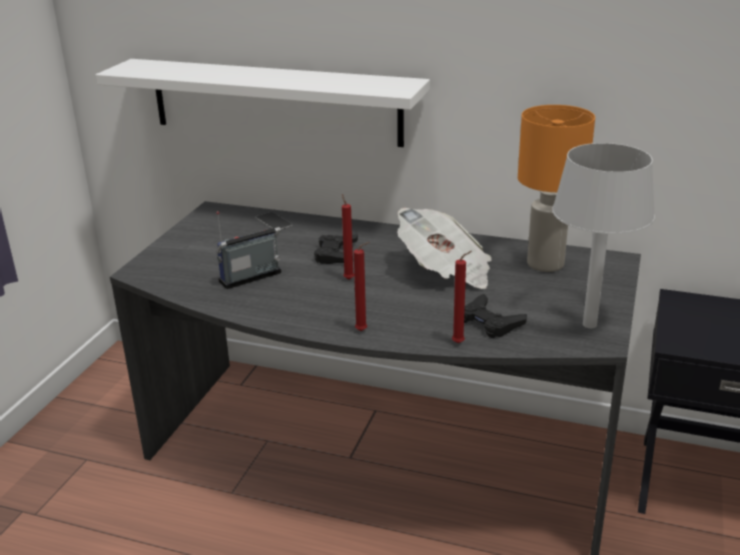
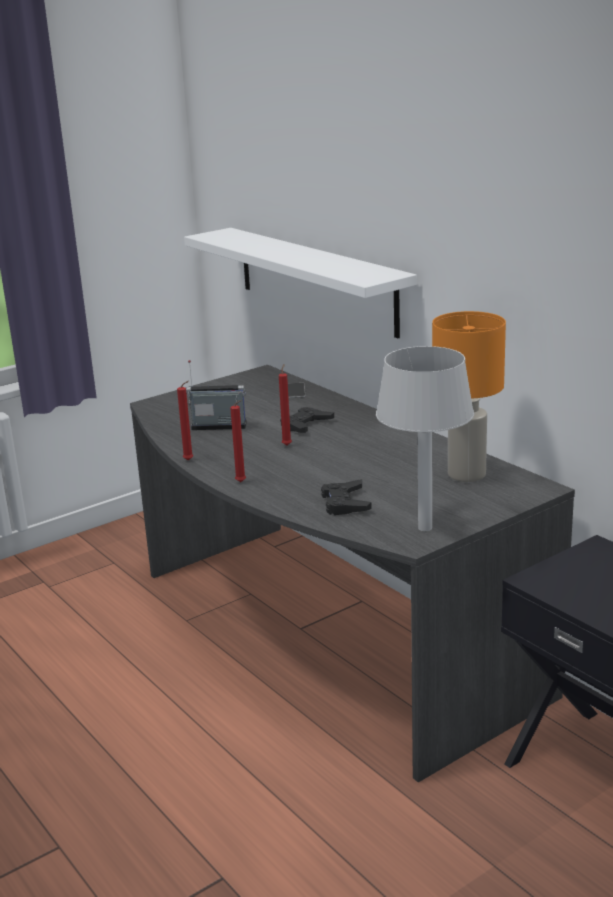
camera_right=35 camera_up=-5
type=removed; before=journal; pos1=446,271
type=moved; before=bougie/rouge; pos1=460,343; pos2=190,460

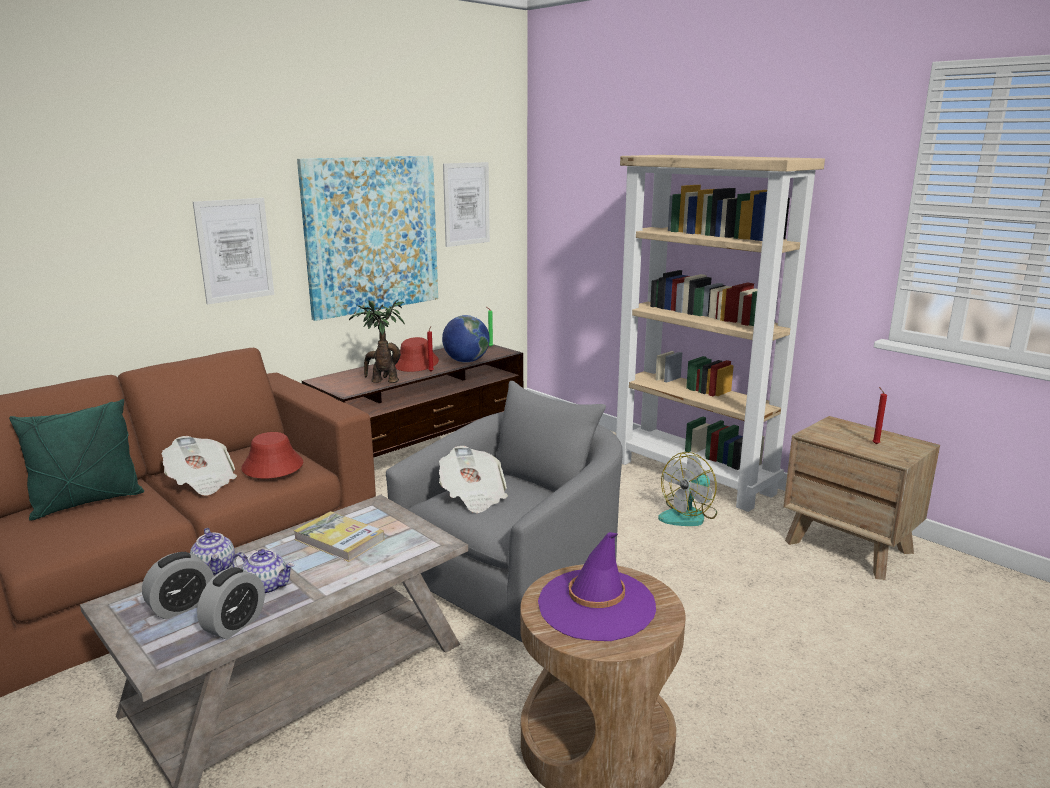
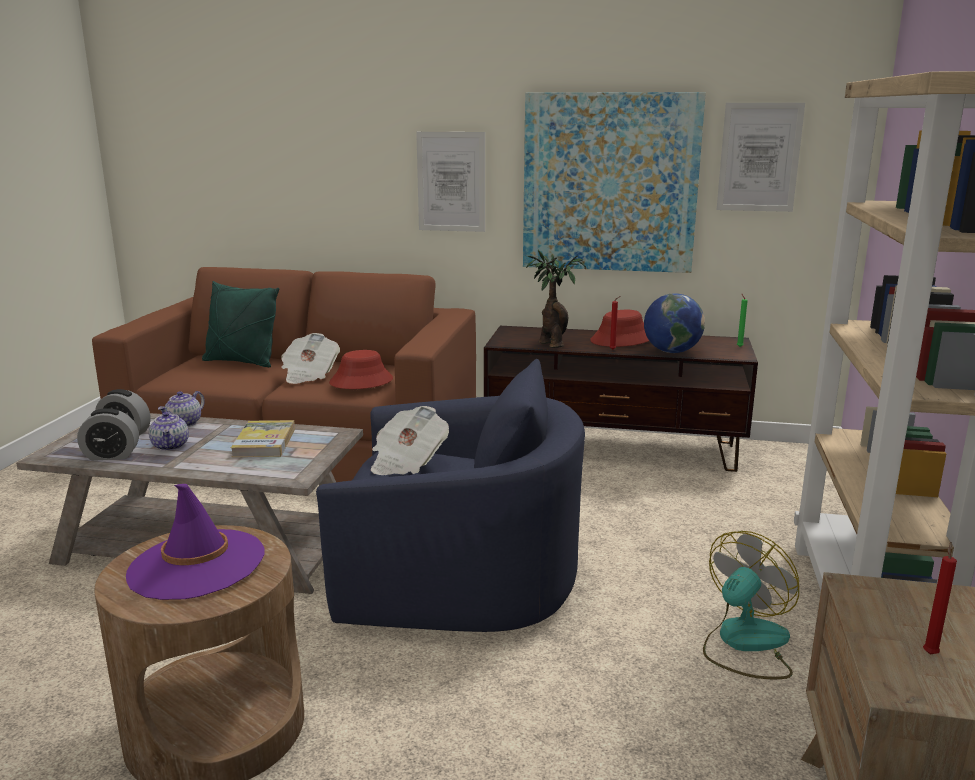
camera_right=55 camera_up=0
type=recoloured; before=fauteuil/gris; after=fauteuil/bleu; pos1=517,574; pos2=458,578
type=turned; before=ventilateur; pos1=689,515; pos2=744,644; turn=120

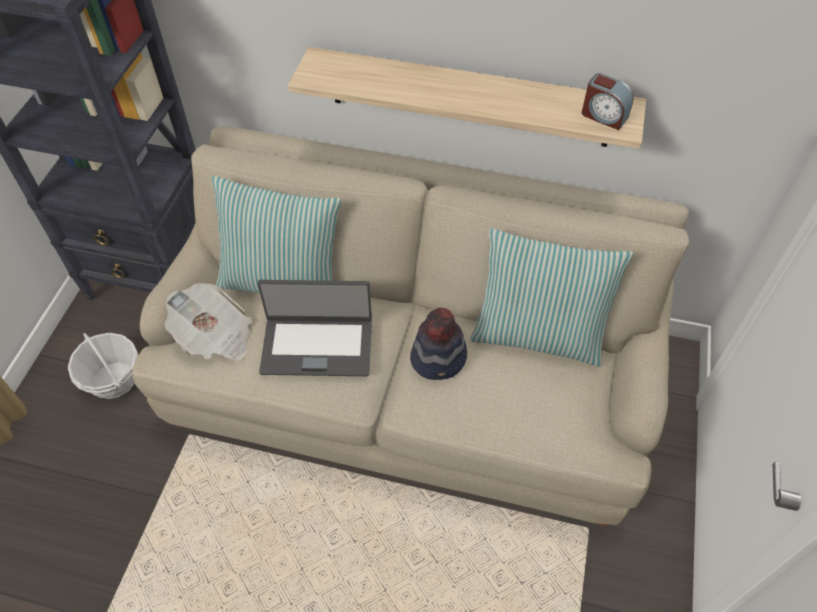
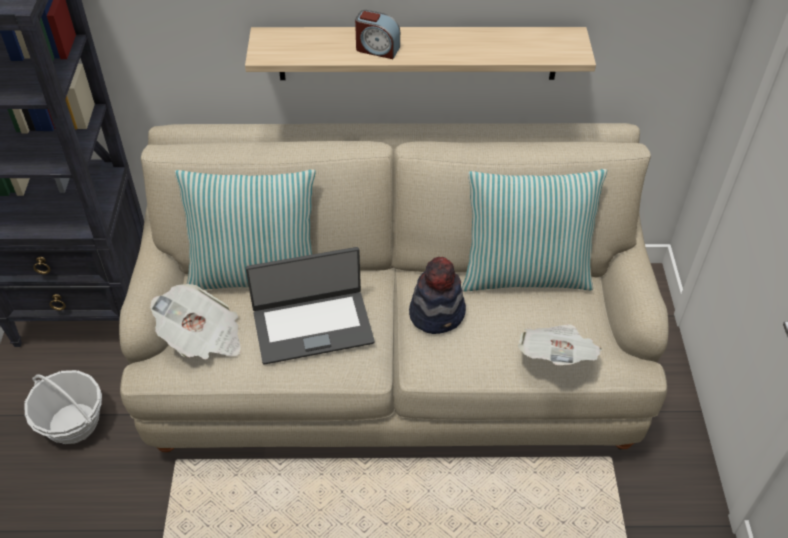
camera_right=-15 camera_up=-5
type=moved; before=réveil; pos1=603,116; pos2=377,49
type=added; after=journal; pos2=556,357

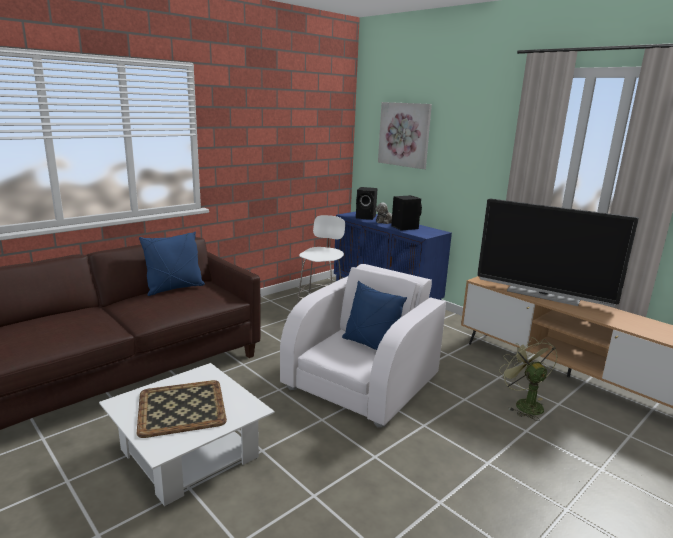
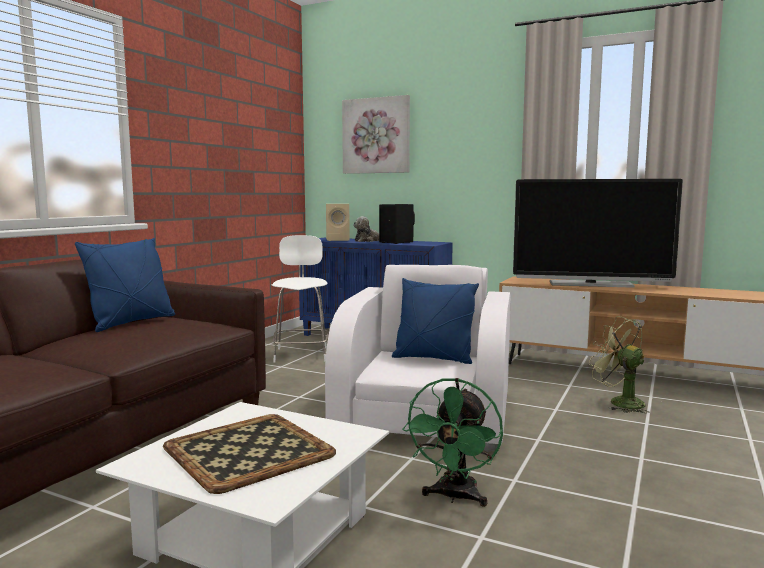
camera_right=-20 camera_up=-10
type=recoloured; before=enceinte/noir; after=enceinte/beige; pos1=366,217; pos2=338,240
type=added; after=ventilateur/vert; pos2=455,497

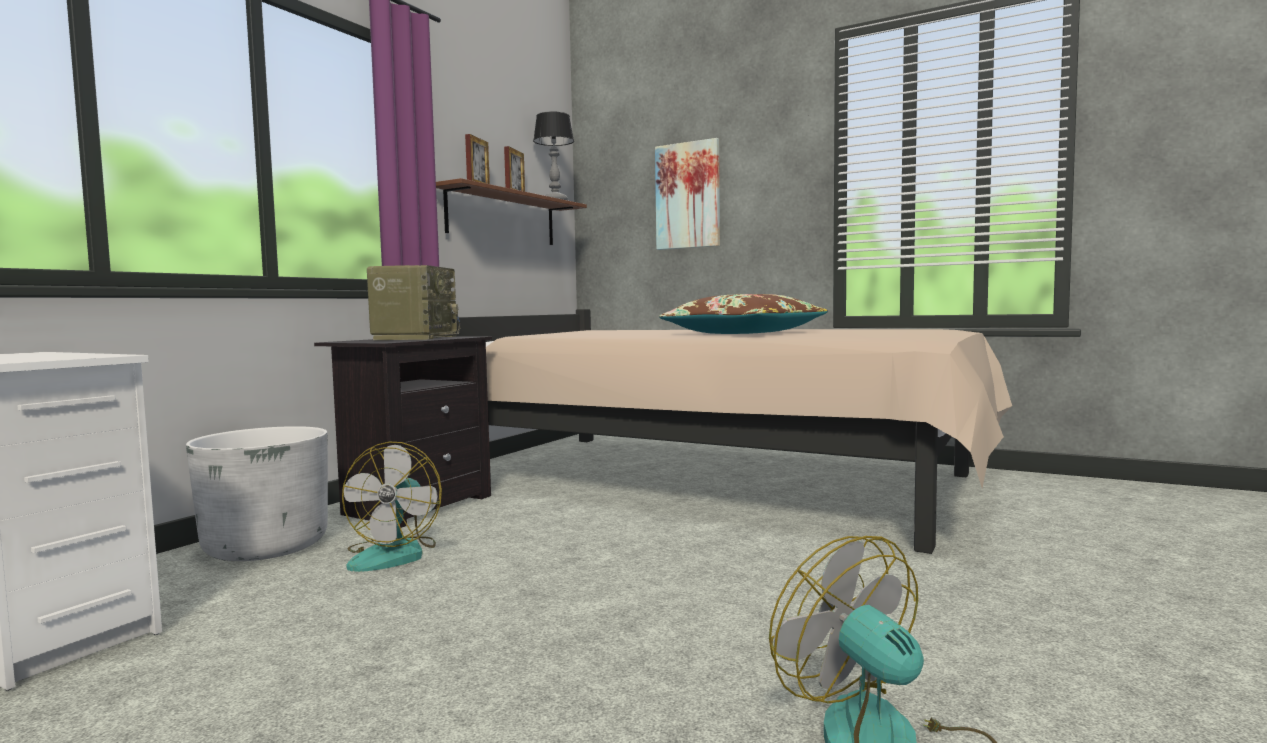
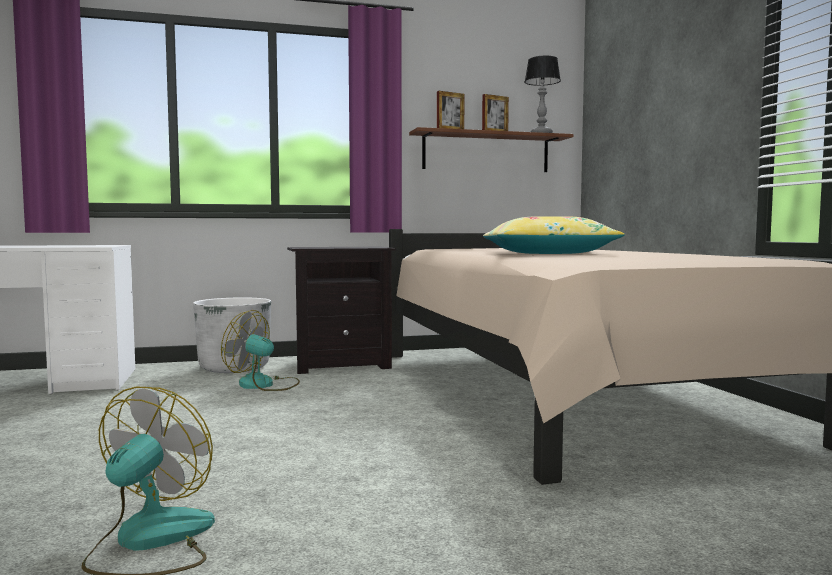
camera_right=45 camera_up=0
type=removed; before=tableau; pos1=688,196
type=removed; before=radio; pos1=415,338
type=recoloured; before=coussin/marron; after=coussin/jaune; pos1=743,333; pos2=547,253
type=turned; before=ventilateur; pos1=395,554; pos2=264,385; turn=60

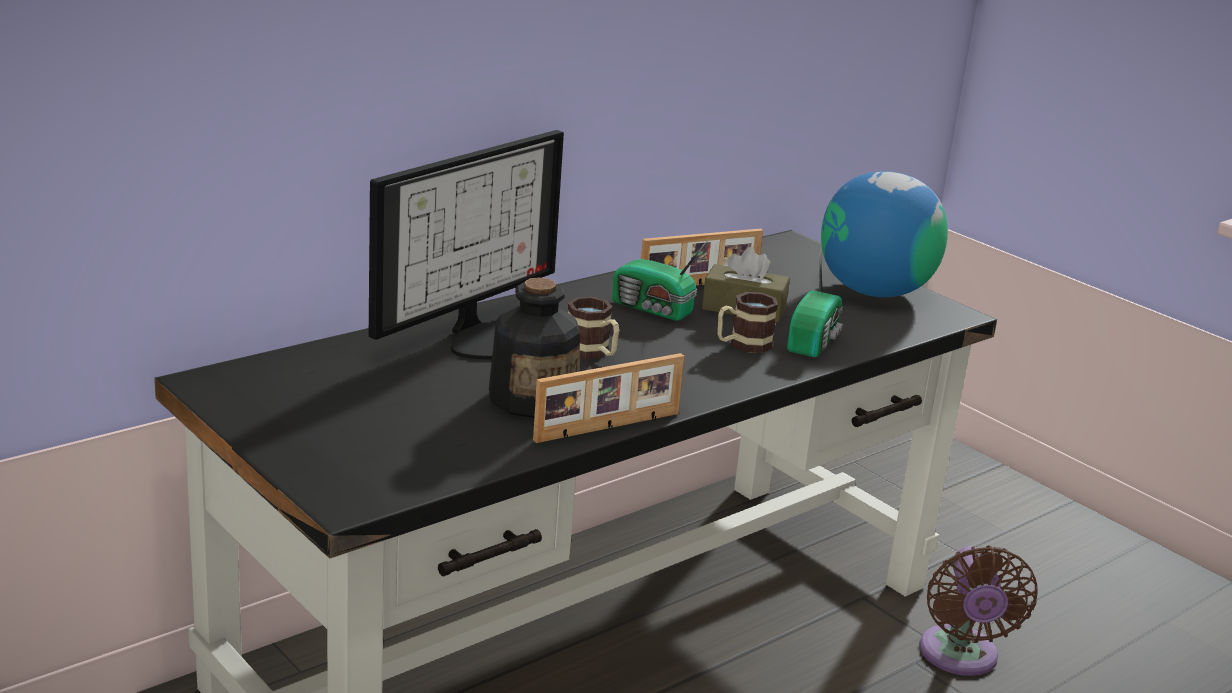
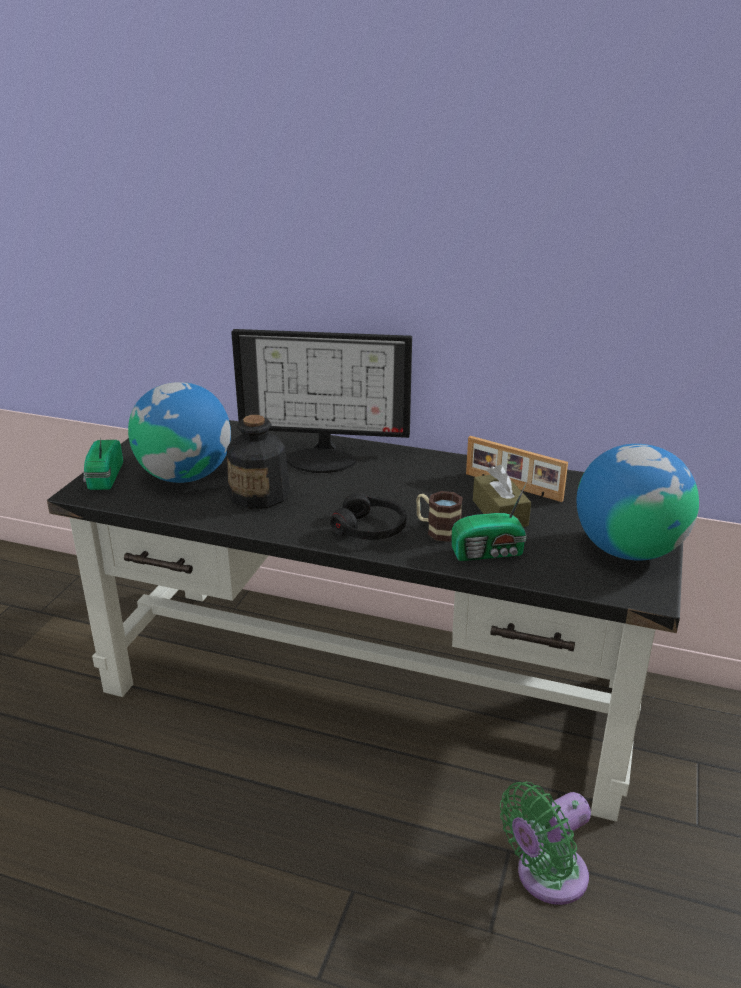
camera_right=60 camera_up=5
type=moved; before=radio; pos1=653,309; pos2=104,477
type=removed; before=mug; pos1=593,354
type=removed; before=cadre photo; pos1=608,428
type=recoloured; before=ventilateur/marron; after=ventilateur/vert; pos1=960,657; pos2=546,877
type=added; after=globe; pos2=185,475
type=added; after=casque audio/noir; pos2=370,528

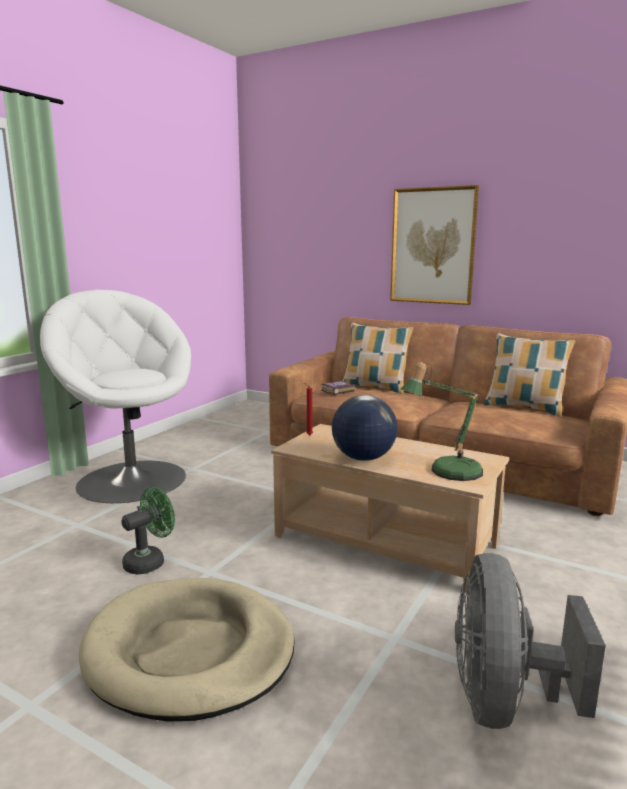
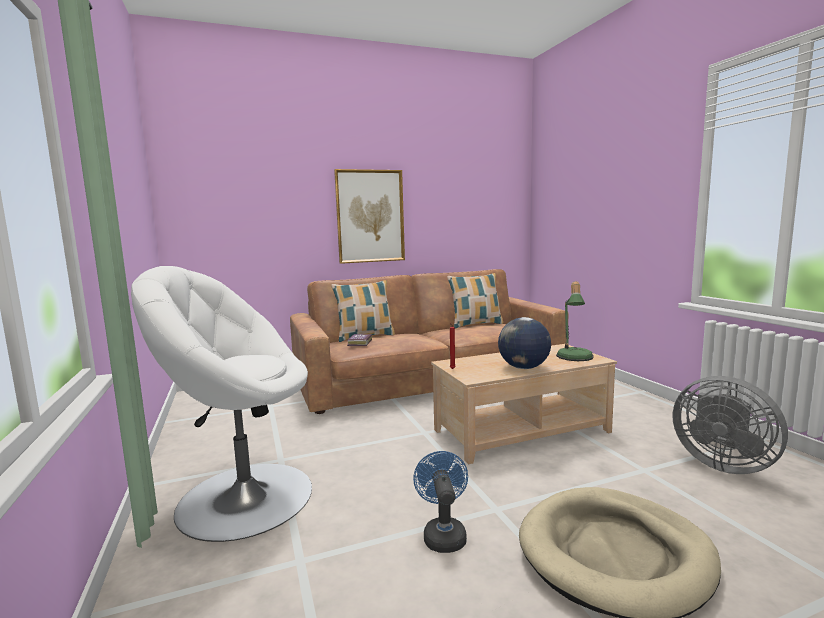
camera_right=-50 camera_up=-5
type=recoloured; before=ventilateur/vert; after=ventilateur/bleu; pos1=150,561; pos2=443,534

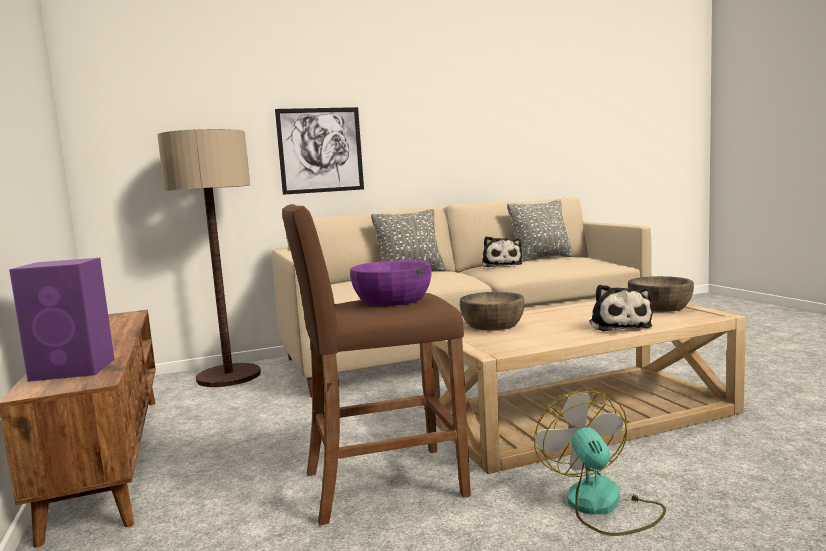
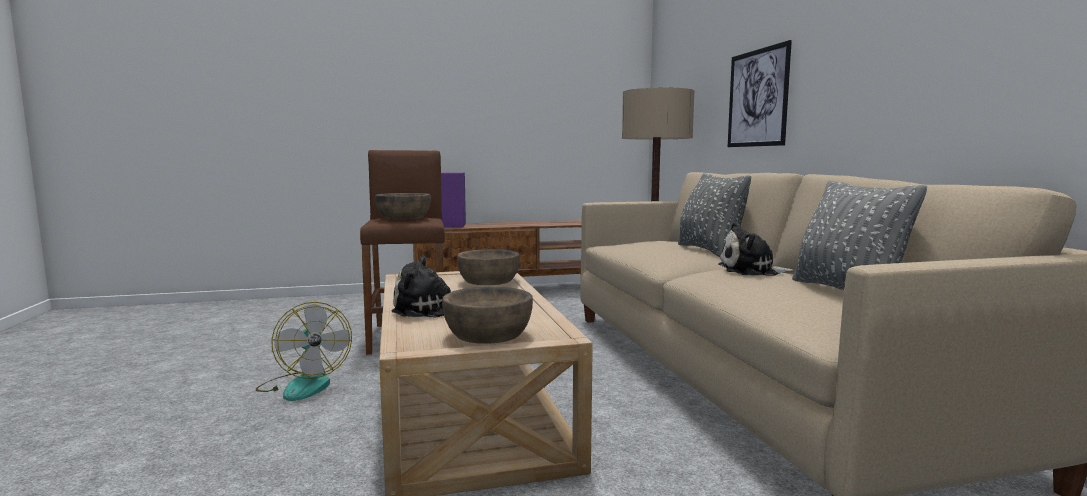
camera_right=95 camera_up=0
type=recoloured; before=bol/violet; after=bol/marron; pos1=393,300; pos2=403,217
type=turned; before=ventilateur; pos1=602,506; pos2=304,385; turn=60

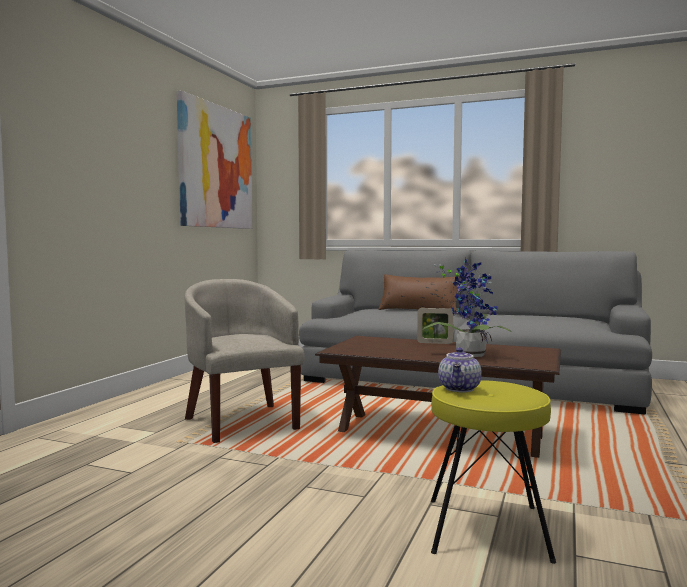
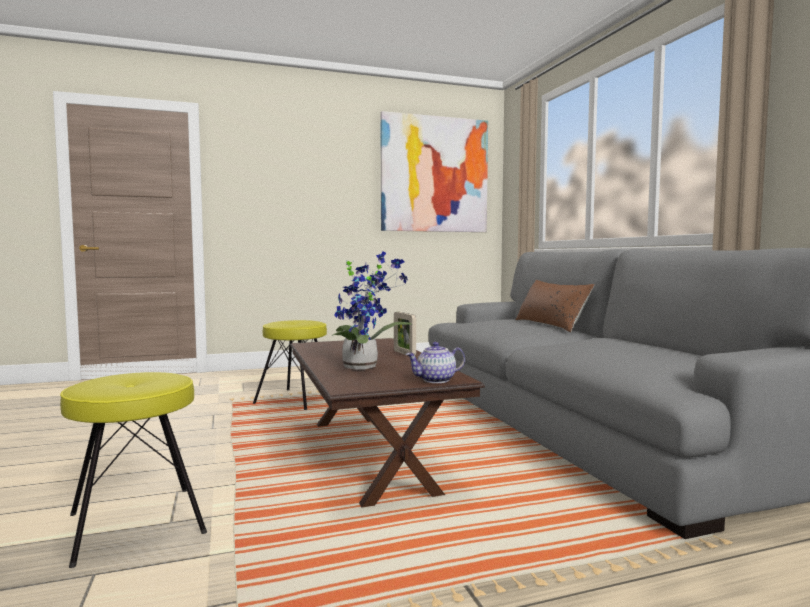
camera_right=50 camera_up=0
type=replaced; before=fauteuil/beige; after=tabouret/jaune; pos1=241,421; pos2=296,399
type=moved; before=théière; pos1=460,389; pos2=436,380

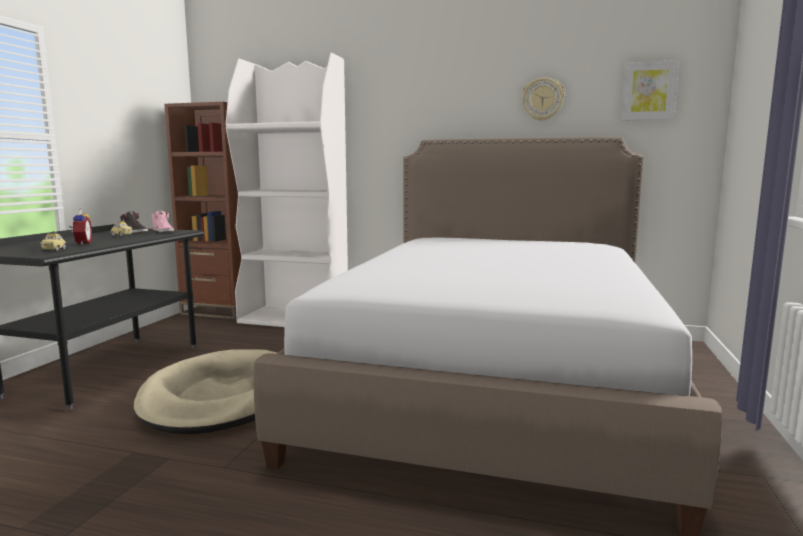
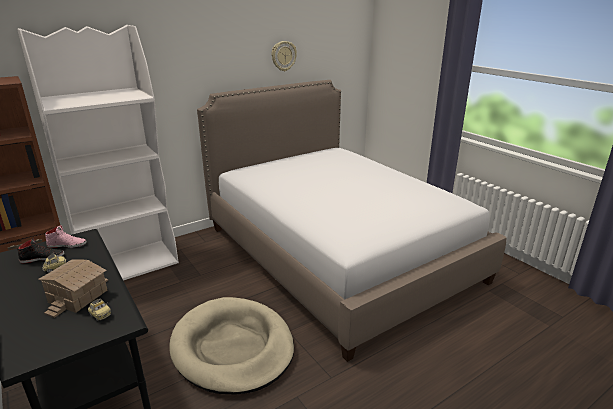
camera_right=-50 camera_up=15
type=removed; before=tableau; pos1=648,91
type=replaced; before=réveil; after=maison miniature; pos1=81,243; pos2=77,296

